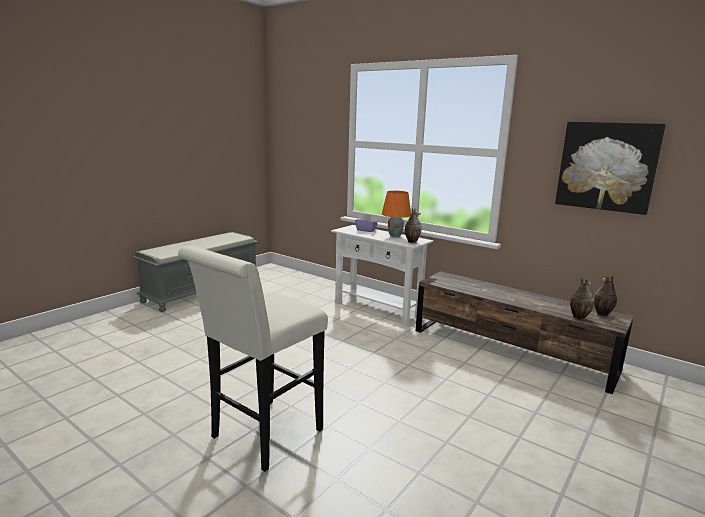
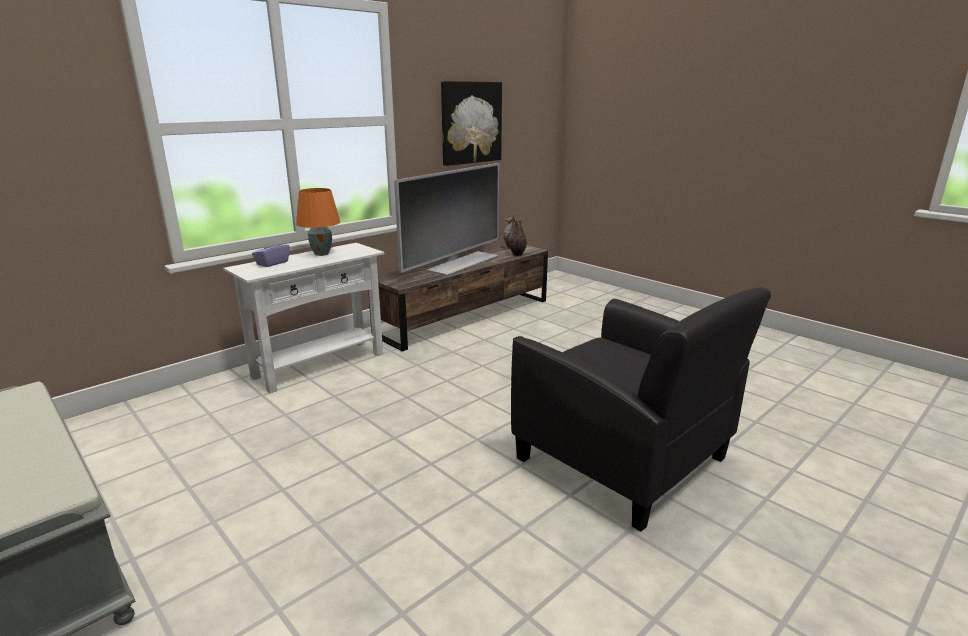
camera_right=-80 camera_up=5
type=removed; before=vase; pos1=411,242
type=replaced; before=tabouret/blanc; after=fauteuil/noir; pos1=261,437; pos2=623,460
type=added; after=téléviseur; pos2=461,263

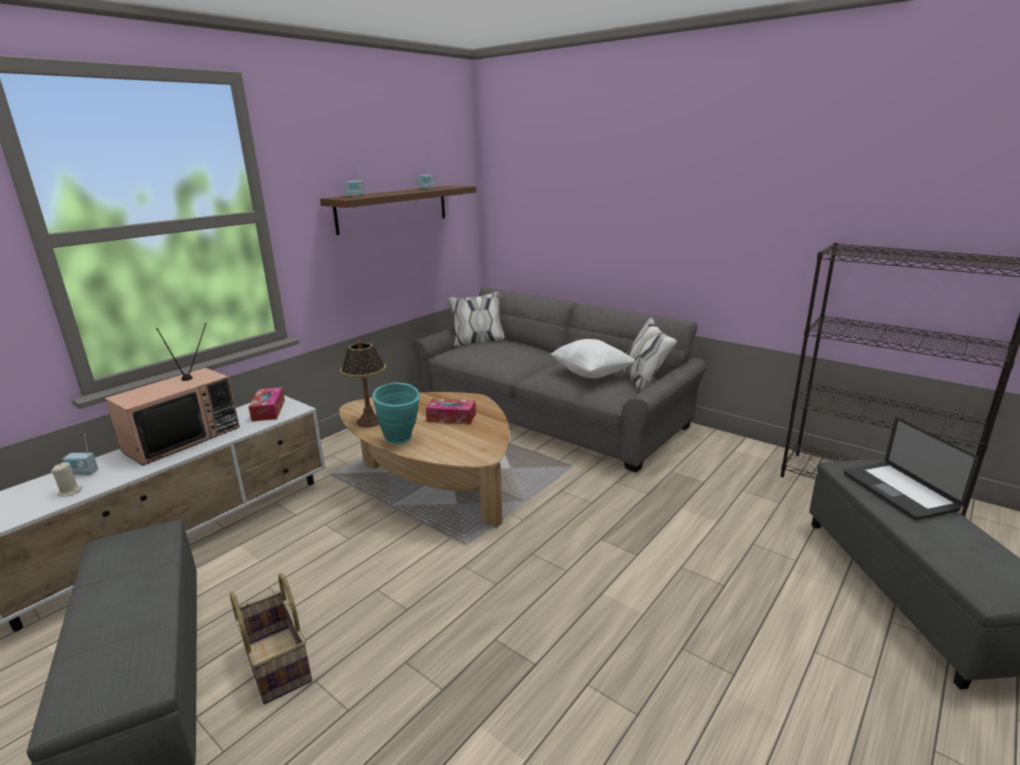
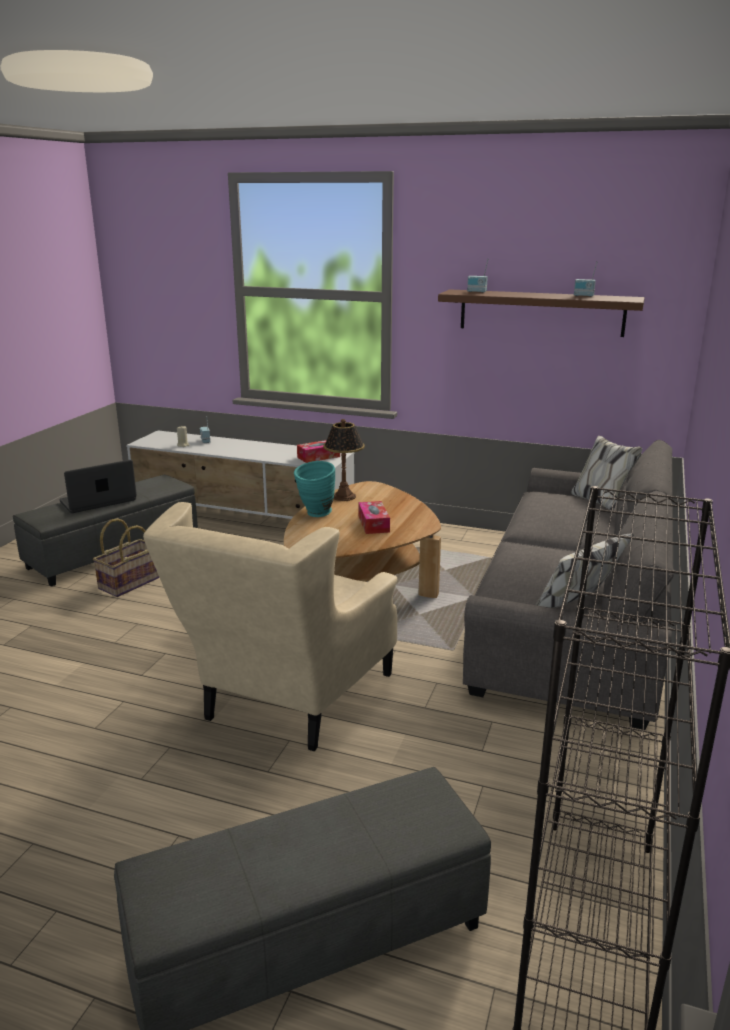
camera_right=70 camera_up=0
type=removed; before=téléviseur; pos1=183,438
type=removed; before=coussin/blanc; pos1=591,374
type=moved; before=ordinateur portable; pos1=899,491; pos2=98,501
type=added; after=fauteuil/beige; pos2=286,703

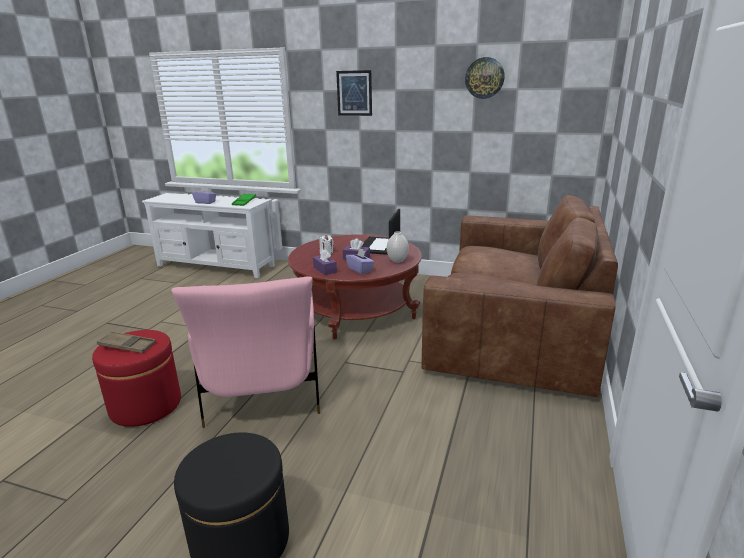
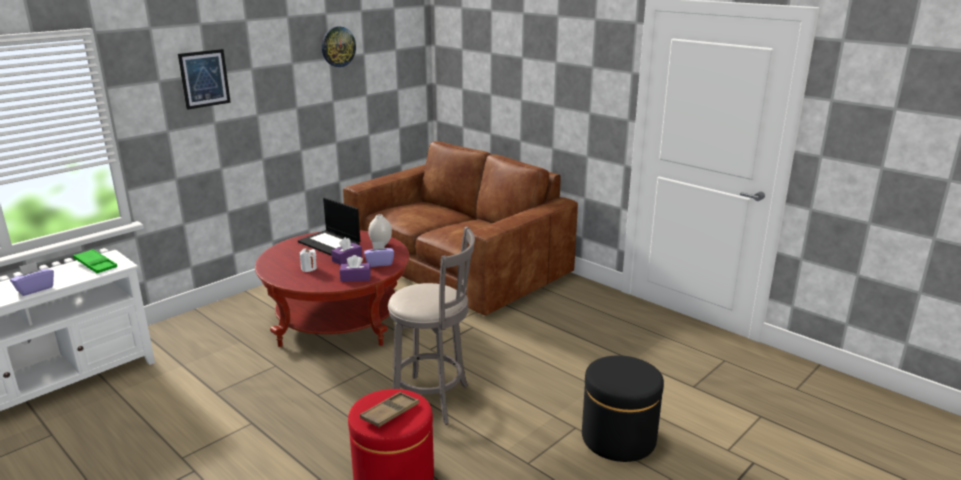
camera_right=-65 camera_up=0
type=replaced; before=fauteuil/rose; after=tabouret/gris; pos1=263,389; pos2=434,400

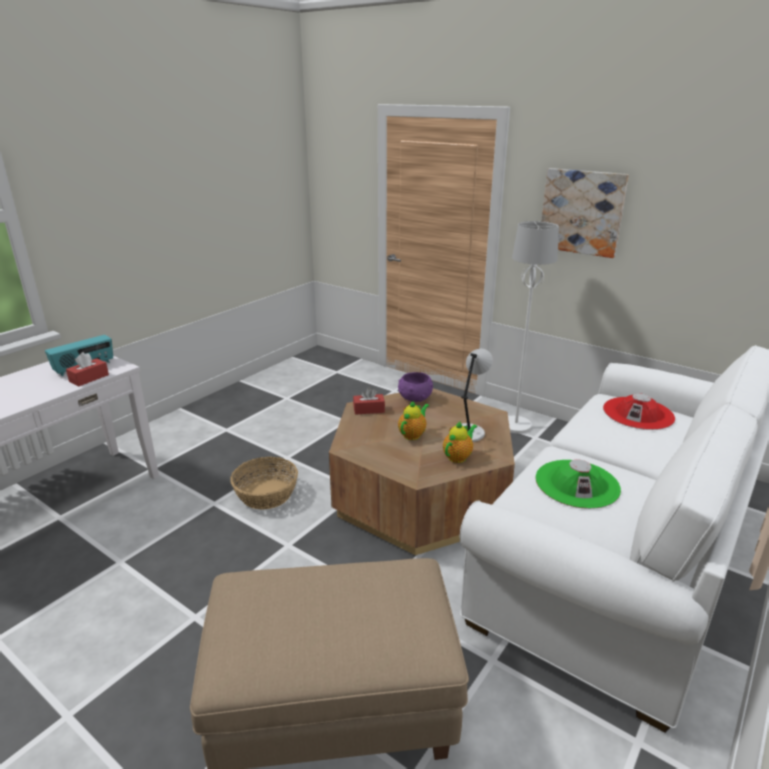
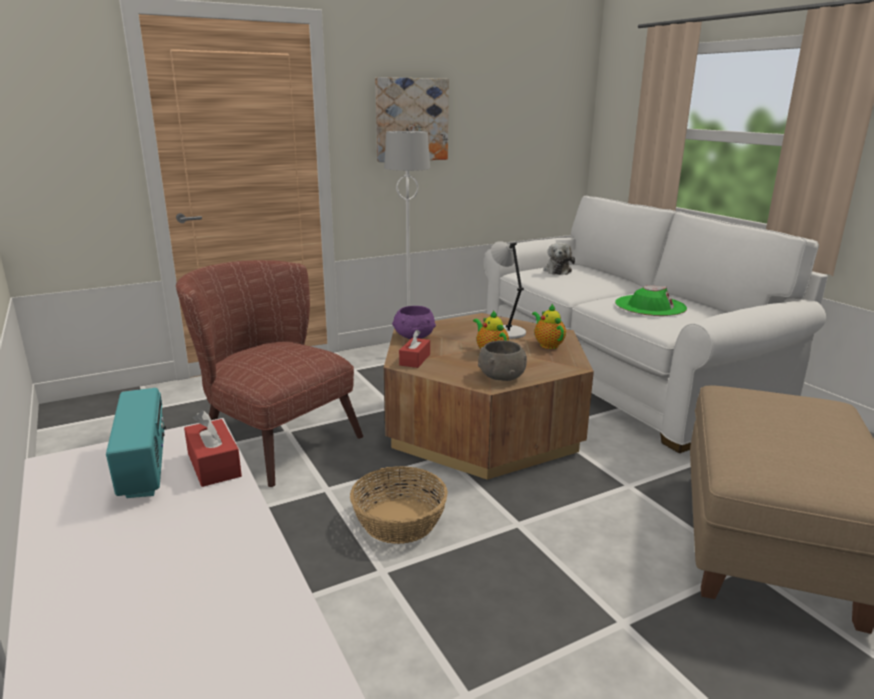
camera_right=-65 camera_up=-5
type=replaced; before=chapeau/rouge; after=peluche; pos1=638,413; pos2=557,270
type=added; after=fauteuil/marron; pos2=273,438
type=added; after=bol/gris; pos2=501,376

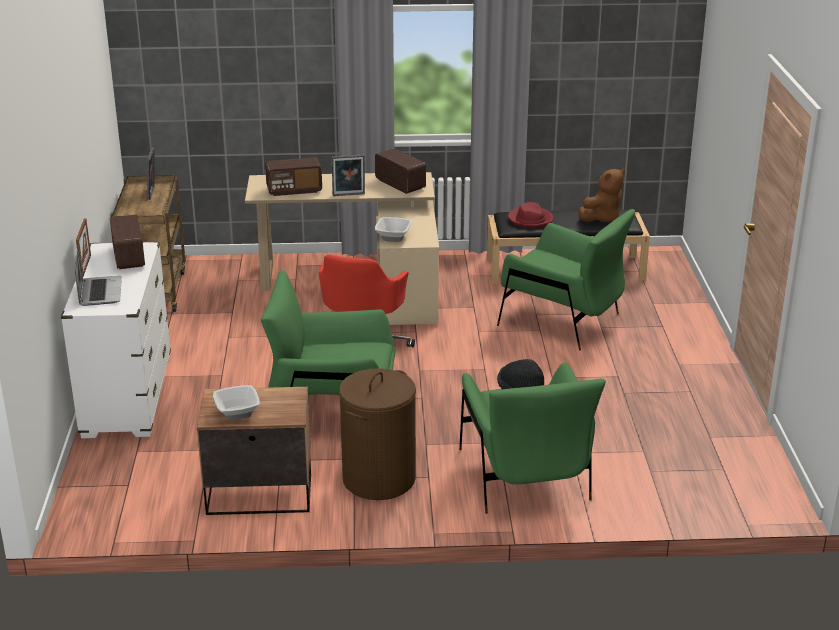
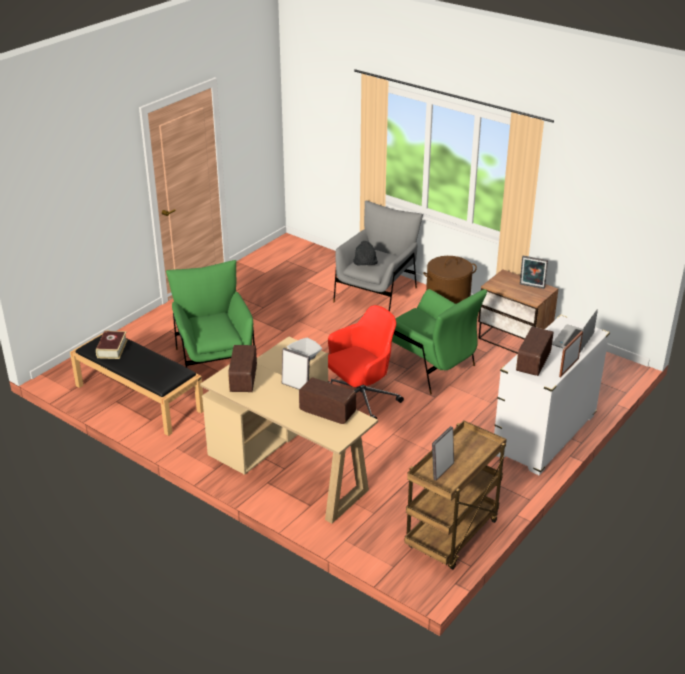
camera_right=-140 camera_up=5
type=replaced; before=peluche/marron; after=livre; pos1=602,218; pos2=112,349
type=removed; before=chapeau/rouge; pos1=530,219
type=recoloured; before=fauteuil/vert; after=fauteuil/gris; pos1=524,477; pos2=377,293
type=replaced; before=bol; after=cadre photo; pos1=236,413; pos2=531,287

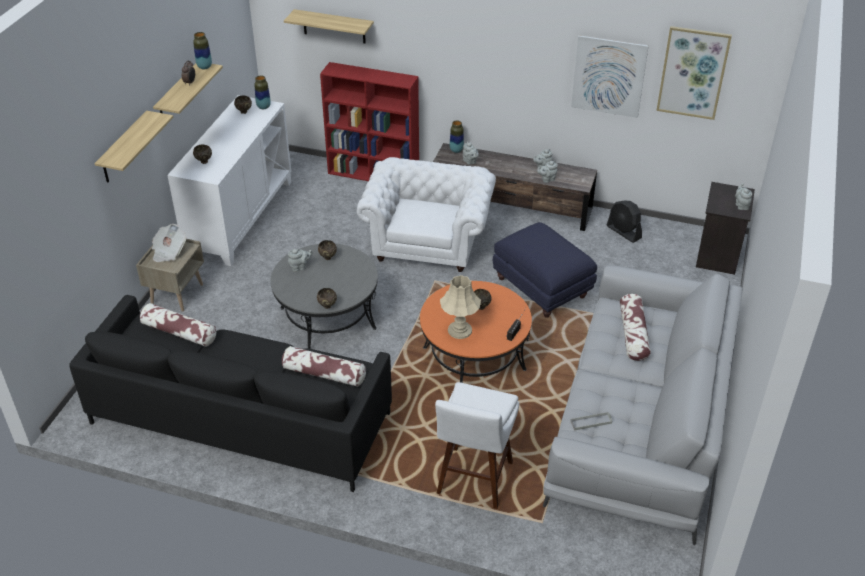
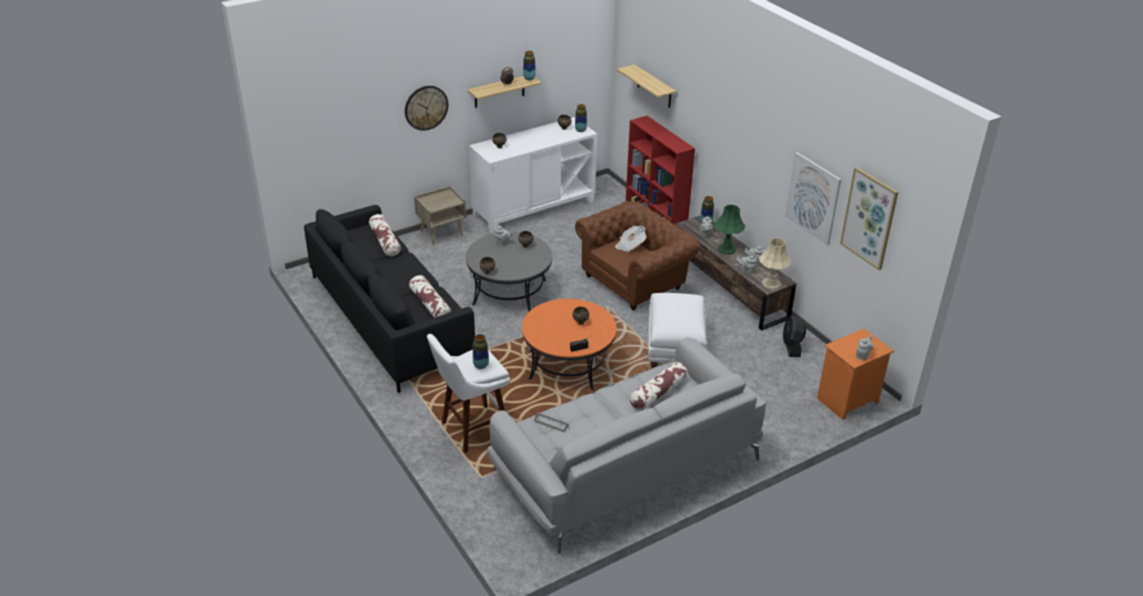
camera_right=40 camera_up=-5
type=replaced; before=étagère; after=horloge murale; pos1=124,148; pos2=426,107
type=recoloured; before=fauteuil/blanc; after=fauteuil/marron; pos1=428,241; pos2=636,281
type=recoloured; before=table de chevet/noir; after=table de chevet/orange; pos1=718,256; pos2=847,401
type=recoloured; before=pouf/bleu; after=pouf/blanc; pos1=542,289; pos2=675,350
type=moved; before=journal; pos1=168,252; pos2=630,245
type=moved; before=lampe de table/beige; pos1=459,330; pos2=771,284
type=added; after=lampe de table/vert; pos2=727,249
type=added; after=vase; pos2=481,366

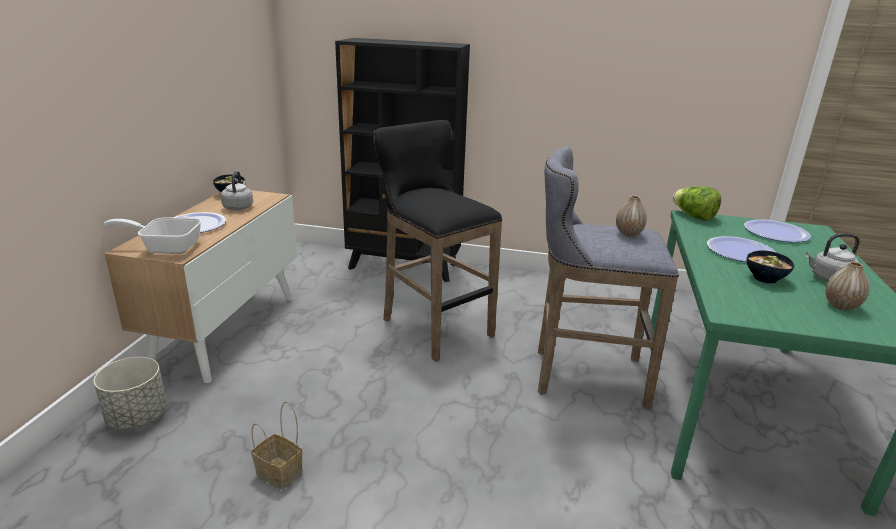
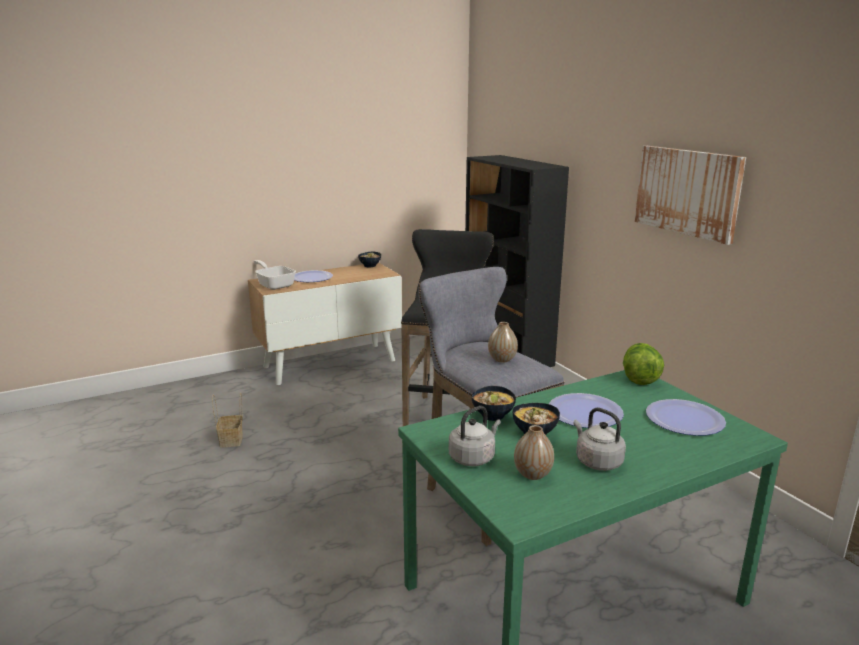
camera_right=50 camera_up=-5
type=moved; before=bouilloire/gris; pos1=238,207; pos2=473,457
type=removed; before=cache-pot/gris; pos1=138,417
type=added; after=tableau; pos2=687,192
type=added; after=bol; pos2=492,416

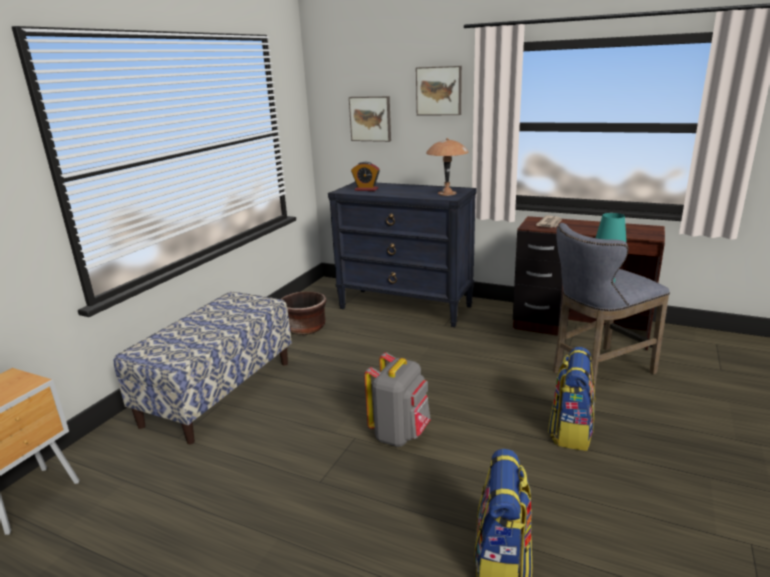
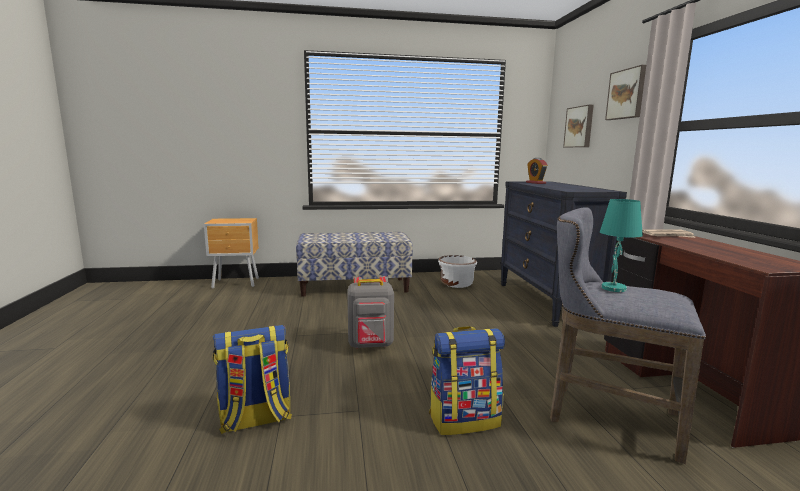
camera_right=55 camera_up=-10
type=removed; before=lampe de table/marron; pos1=446,193
type=recoloured; before=cache-pot/marron; after=cache-pot/blanc; pos1=305,328; pos2=456,284

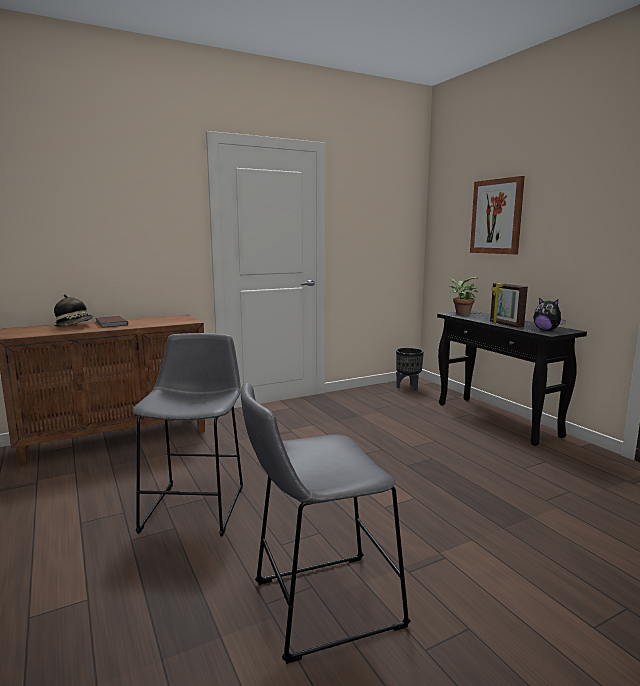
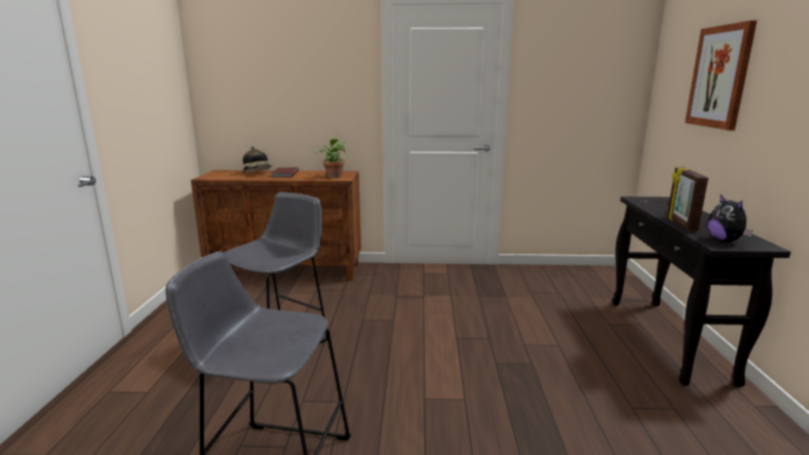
camera_right=30 camera_up=5
type=moved; before=plante en pot; pos1=461,314; pos2=333,176
type=removed; before=cache-pot/noir; pos1=408,387

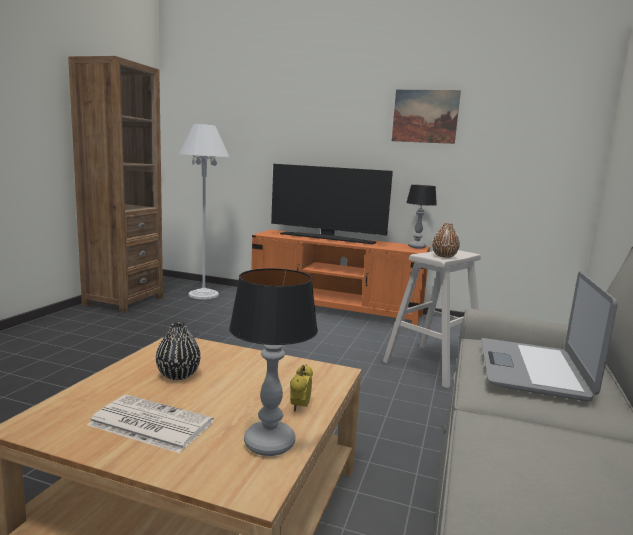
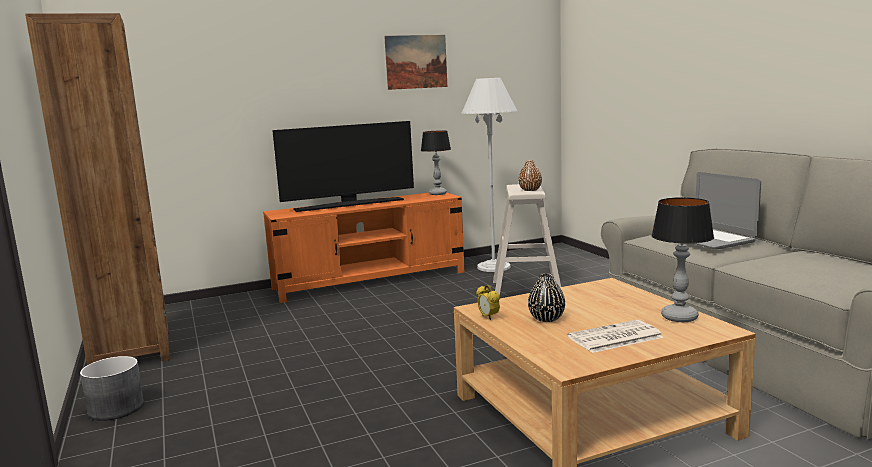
camera_right=-40 camera_up=0
type=moved; before=lampadaire/blanc; pos1=203,295; pos2=493,267
type=moved; before=réveil; pos1=300,407; pos2=488,317
type=added; after=cache-pot/gris; pos2=116,408

